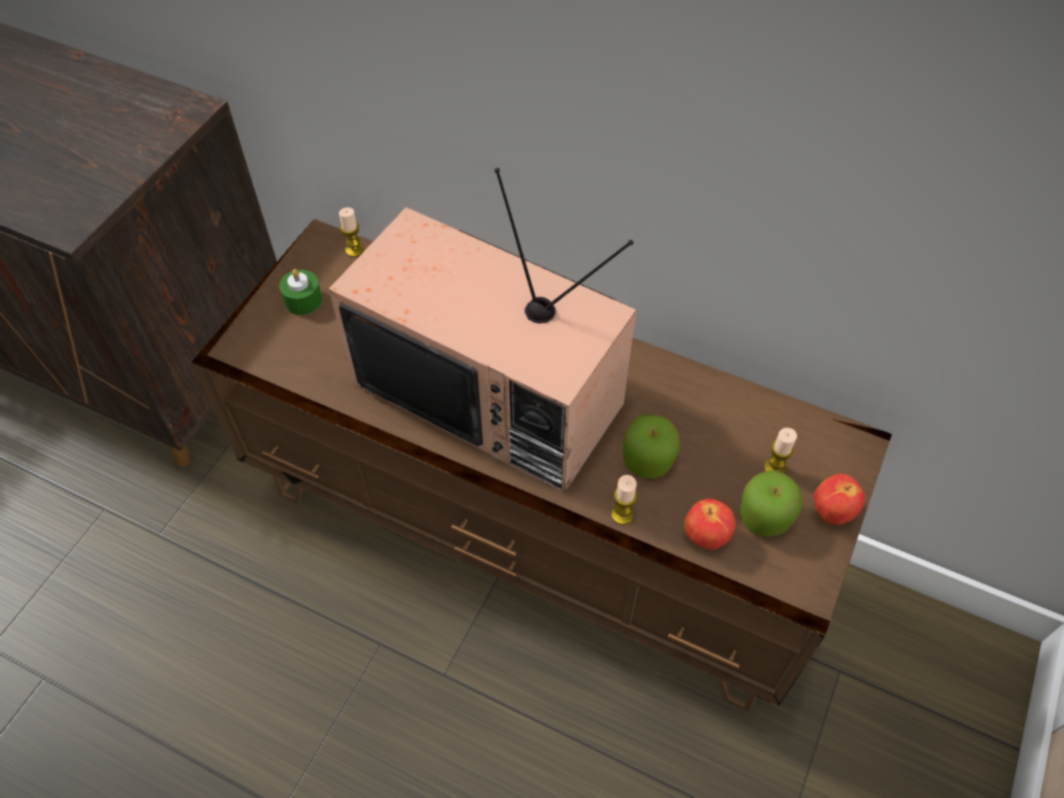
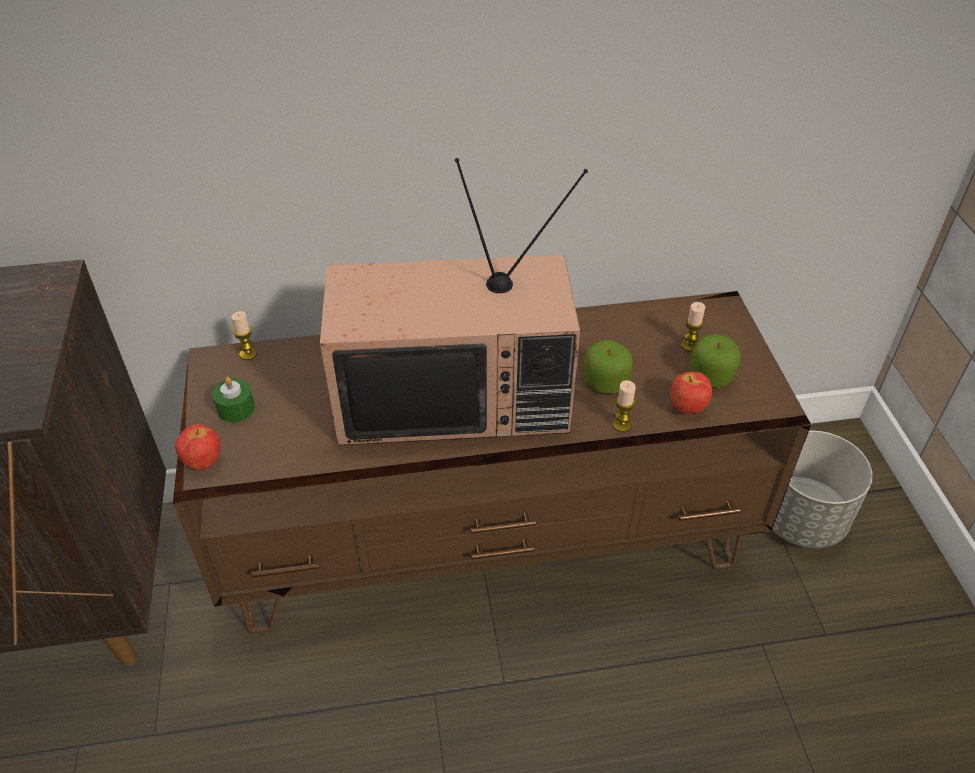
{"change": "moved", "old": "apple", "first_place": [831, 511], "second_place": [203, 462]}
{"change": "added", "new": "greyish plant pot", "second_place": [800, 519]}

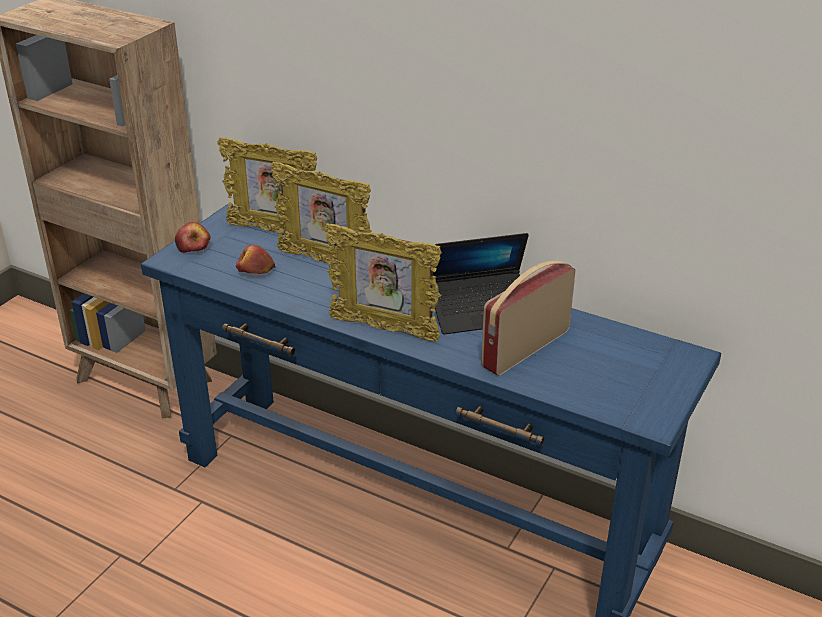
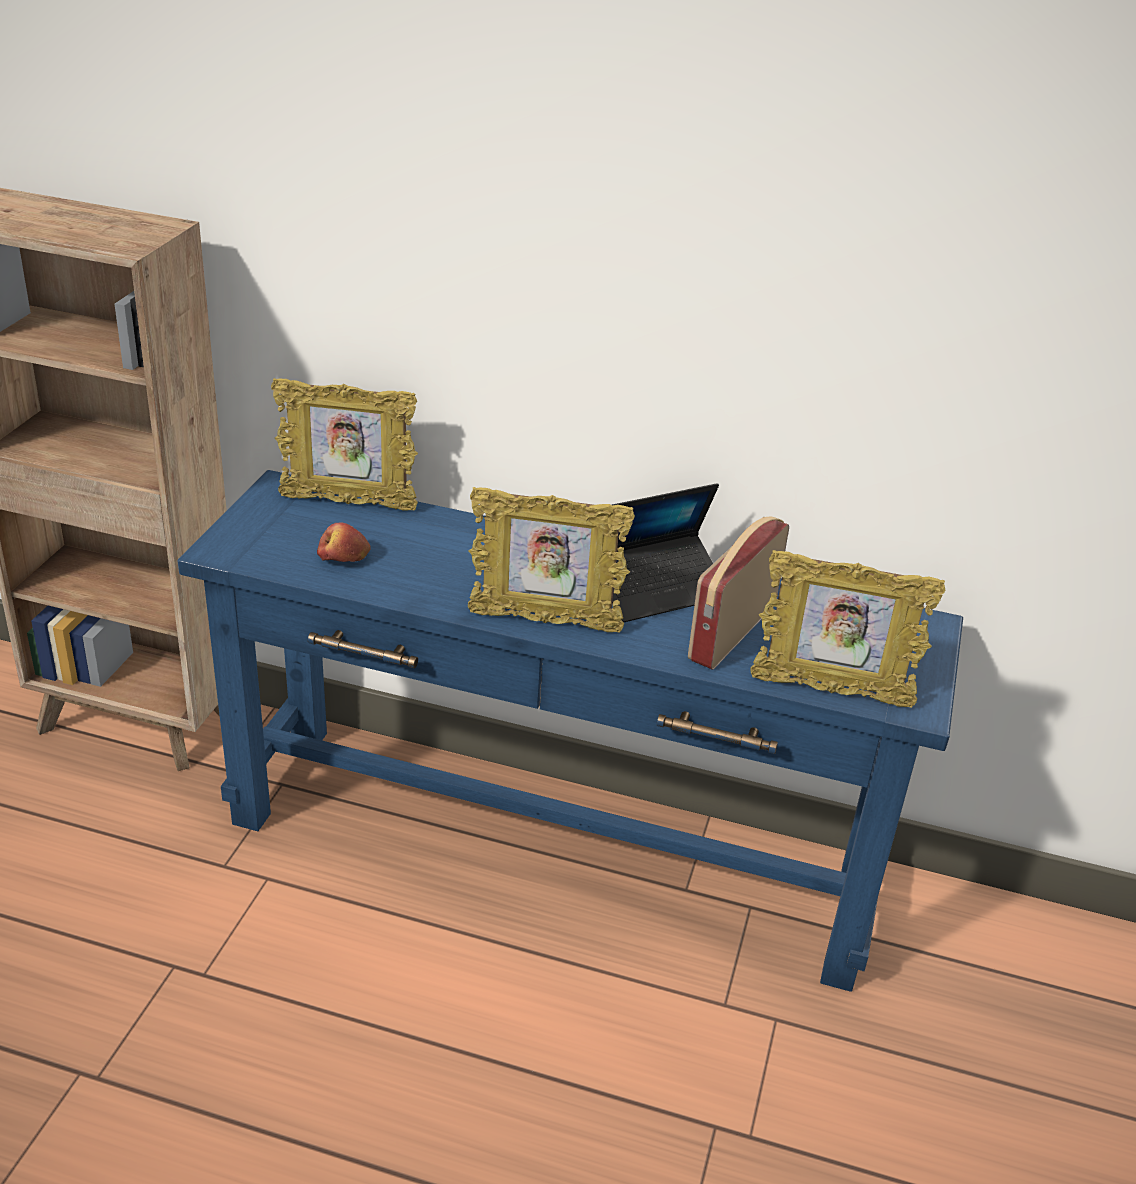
{"change": "removed", "old": "apple", "first_place": [193, 246]}
{"change": "moved", "old": "standing frame", "first_place": [325, 262], "second_place": [831, 691]}

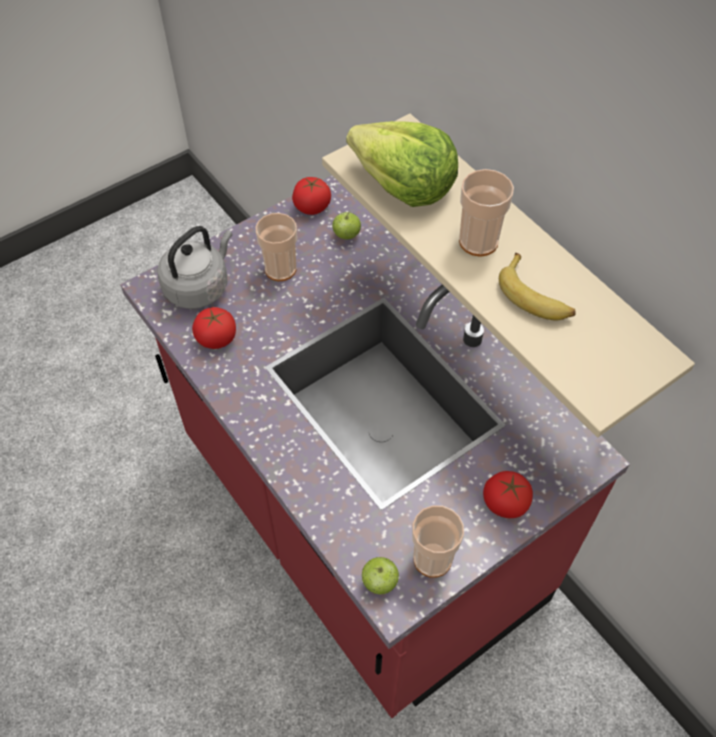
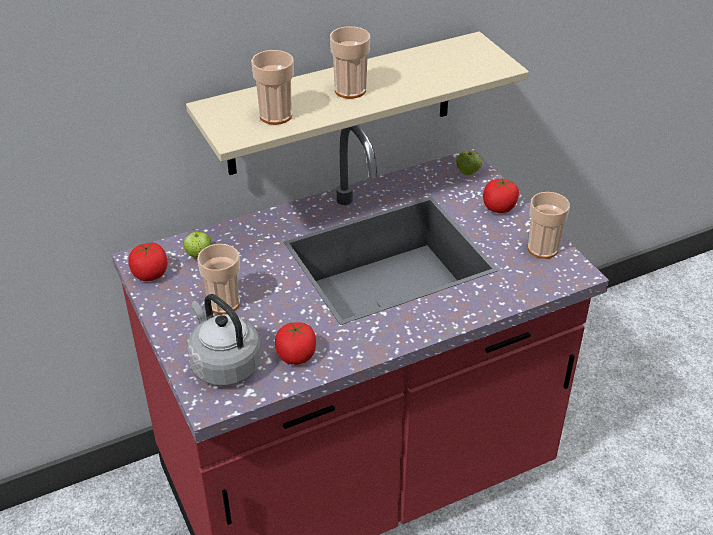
{"change": "replaced", "old": "lettuce", "new": "drinking cup", "first_place": [403, 186], "second_place": [275, 116]}
{"change": "moved", "old": "apple", "first_place": [379, 582], "second_place": [468, 172]}
{"change": "removed", "old": "whole banana", "first_place": [535, 297]}

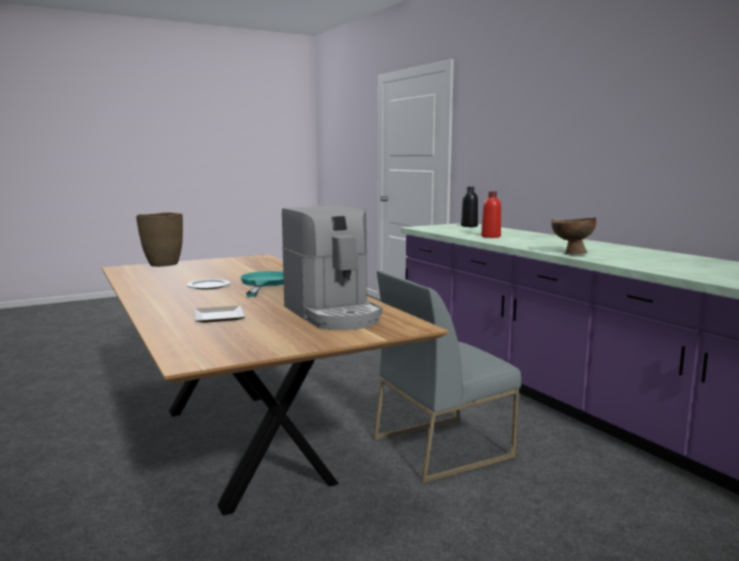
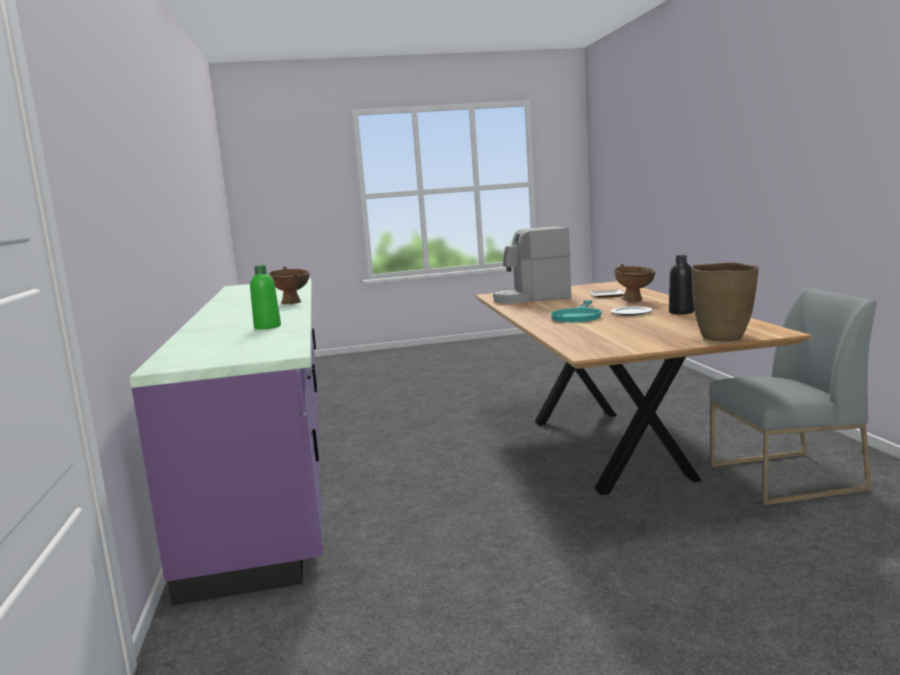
{"change": "turned", "old": "coffee brewer", "first_place": [333, 314], "second_place": [531, 298], "degrees": -90}
{"change": "moved", "old": "greyish chair", "first_place": [442, 447], "second_place": [785, 478]}
{"change": "moved", "old": "black-coloured drink bottle", "first_place": [469, 226], "second_place": [681, 312]}
{"change": "recoloured", "old": "reddish drink bottle", "new": "green-coloured drink bottle", "first_place": [490, 236], "second_place": [267, 327]}
{"change": "added", "new": "brown deep dish", "second_place": [635, 300]}

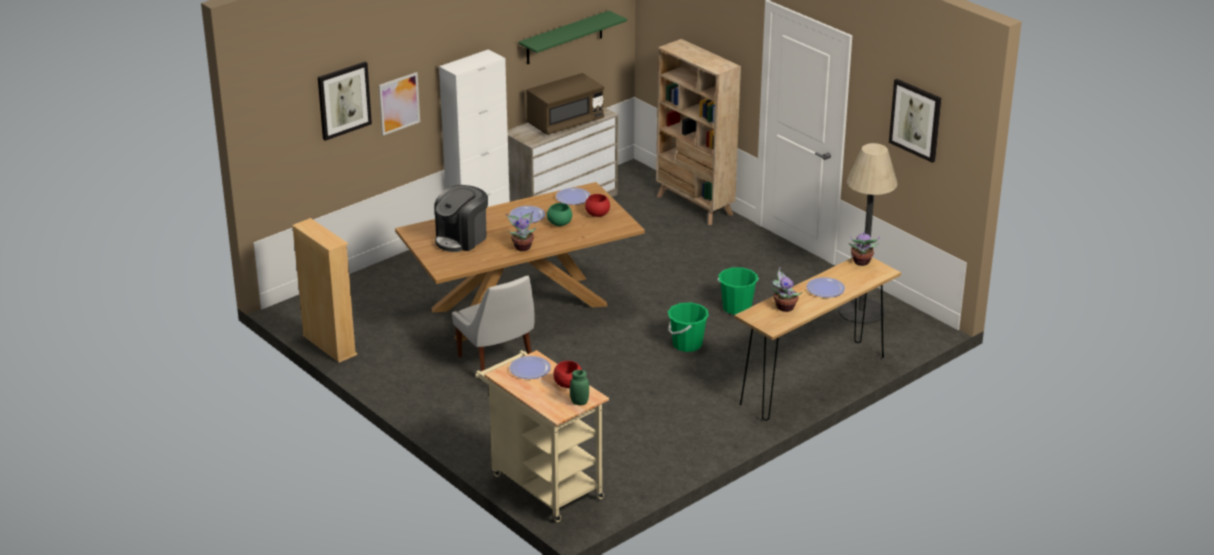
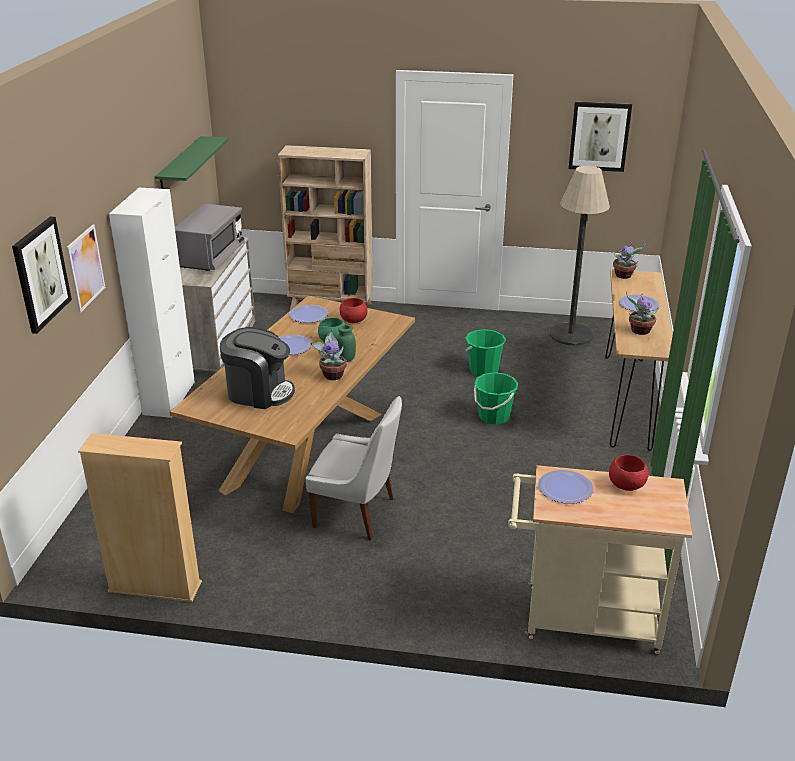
{"change": "turned", "old": "coffee brewer", "first_place": [461, 238], "second_place": [259, 392], "degrees": -75}
{"change": "recoloured", "old": "brown kitchen microwave", "new": "greyish kitchen microwave", "first_place": [565, 123], "second_place": [211, 257]}
{"change": "moved", "old": "green-coloured jar", "first_place": [579, 402], "second_place": [346, 359]}

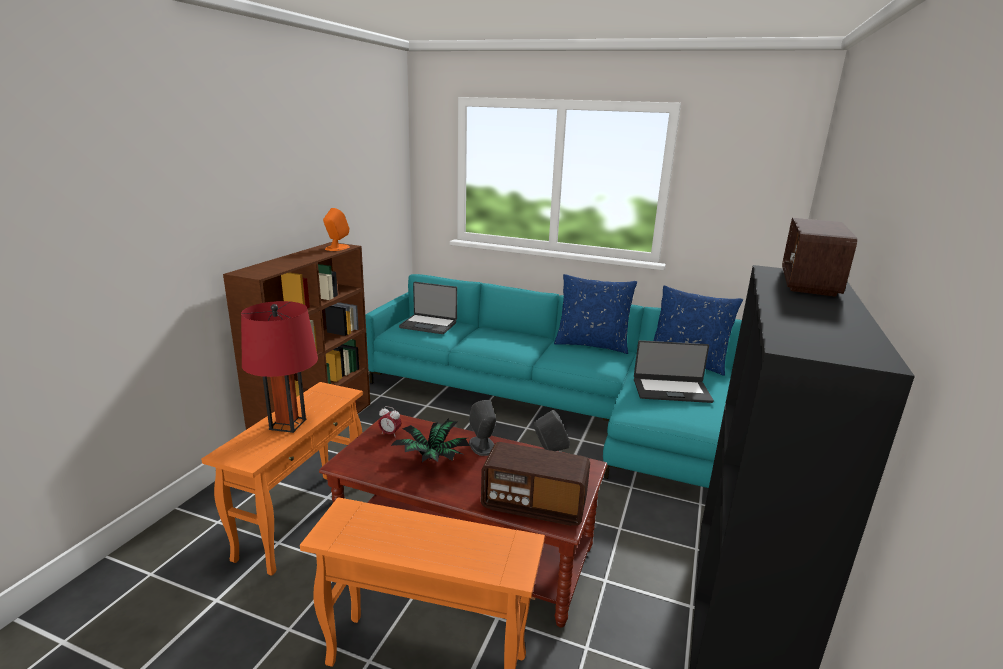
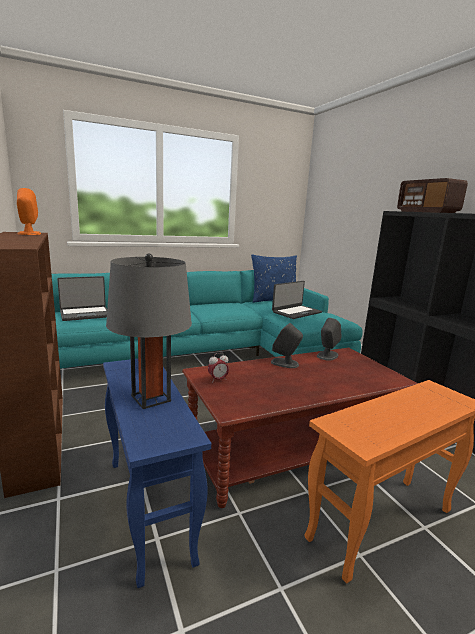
{"change": "recoloured", "old": "orangey end table", "new": "blue end table", "first_place": [302, 520], "second_place": [148, 508]}
{"change": "recoloured", "old": "reddish lamp for a table", "new": "greyish lamp for a table", "first_place": [288, 424], "second_place": [151, 398]}
{"change": "removed", "old": "plant in a pot", "first_place": [431, 459]}
{"change": "removed", "old": "radio receiver", "first_place": [534, 506]}
{"change": "removed", "old": "blue pillow", "first_place": [591, 344]}

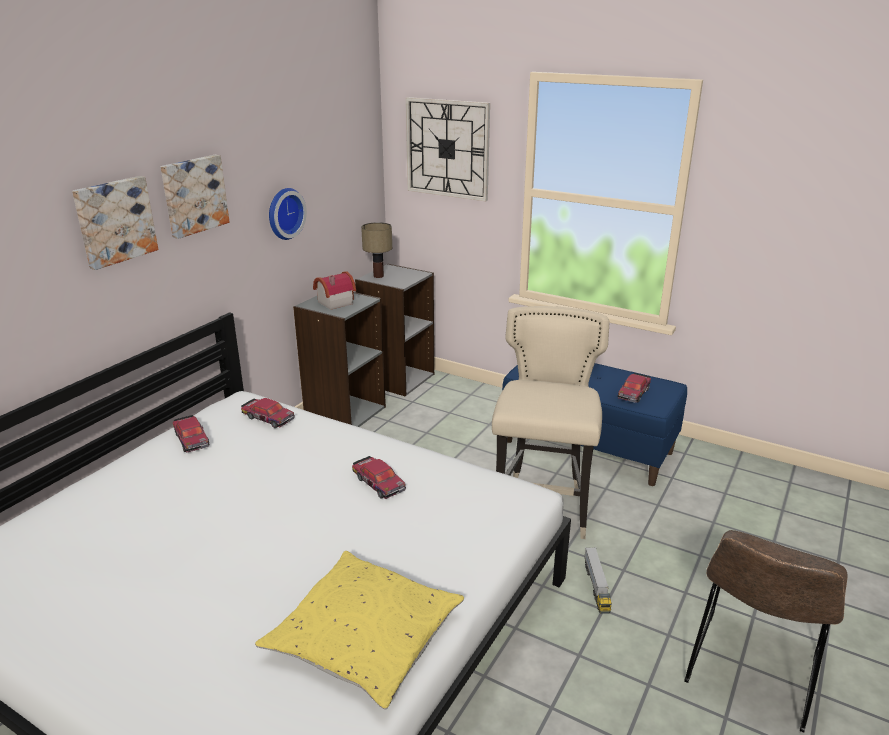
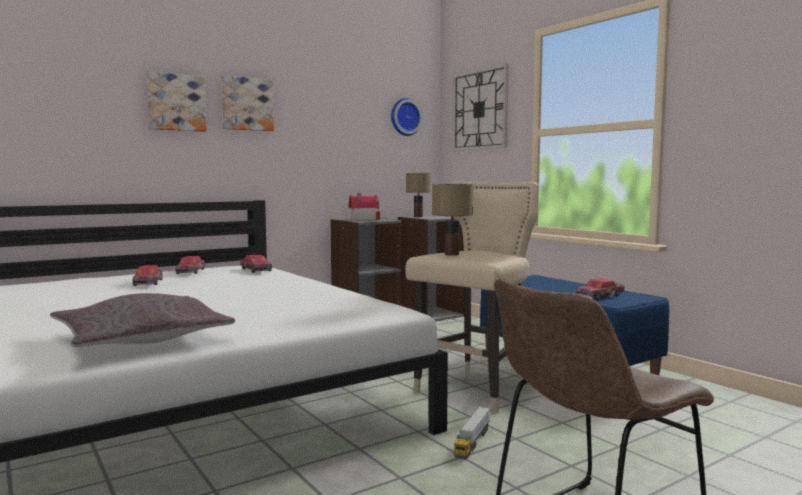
{"change": "recoloured", "old": "yellowish pillow", "new": "greyish pillow", "first_place": [364, 637], "second_place": [141, 339]}
{"change": "moved", "old": "clock on the wall", "first_place": [283, 213], "second_place": [404, 117]}
{"change": "moved", "old": "model car", "first_place": [379, 482], "second_place": [148, 282]}
{"change": "added", "new": "lamp for a table", "second_place": [452, 254]}

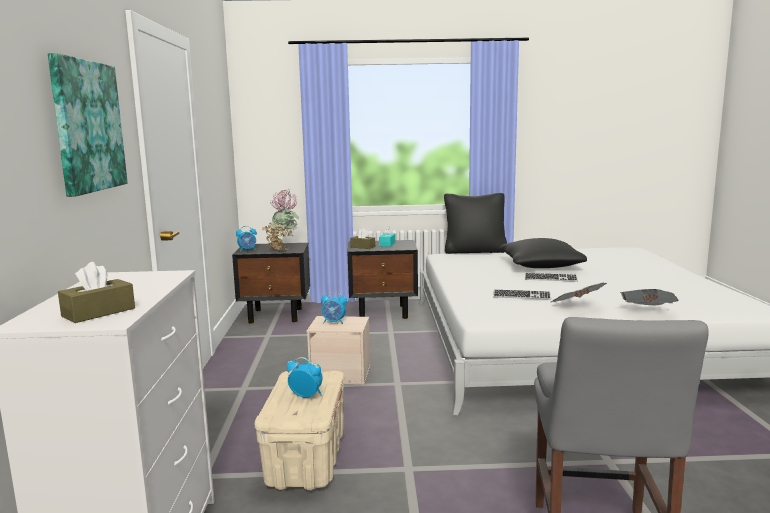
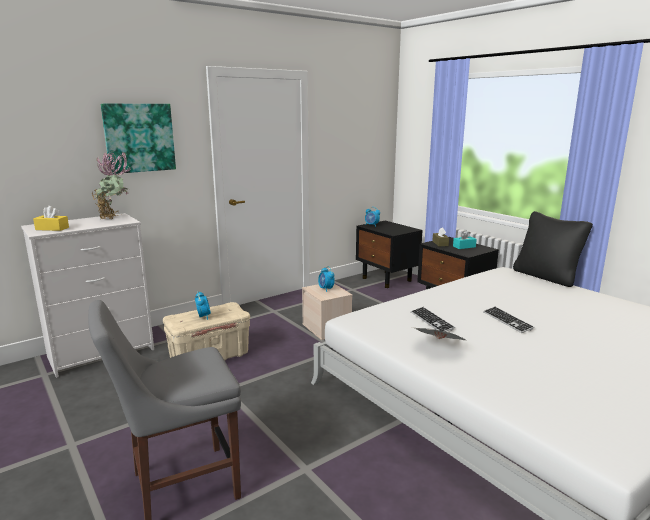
{"change": "recoloured", "old": "brown tissue holder", "new": "yellowish tissue holder", "first_place": [99, 312], "second_place": [52, 228]}
{"change": "moved", "old": "plant in a pot", "first_place": [282, 249], "second_place": [115, 218]}
{"change": "removed", "old": "black-coloured pillow", "first_place": [540, 266]}
{"change": "removed", "old": "daily paper", "first_place": [647, 312]}

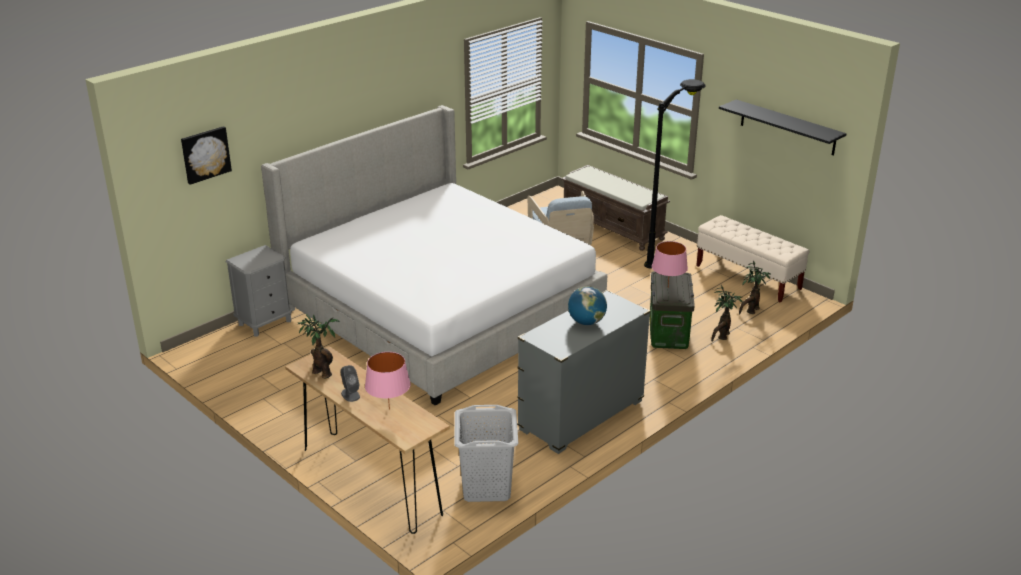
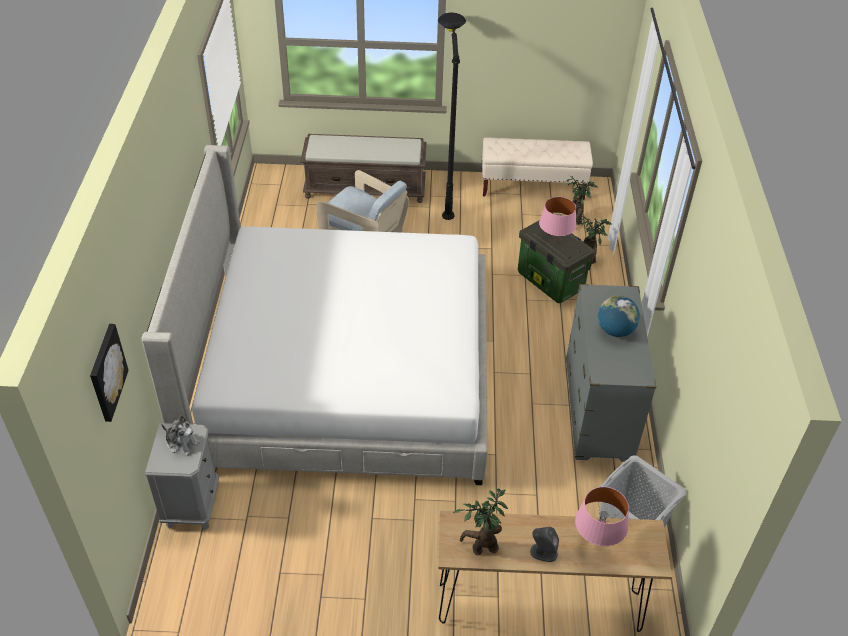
{"change": "removed", "old": "black-coloured shelf", "first_place": [787, 127]}
{"change": "added", "new": "soft toy", "second_place": [182, 443]}

